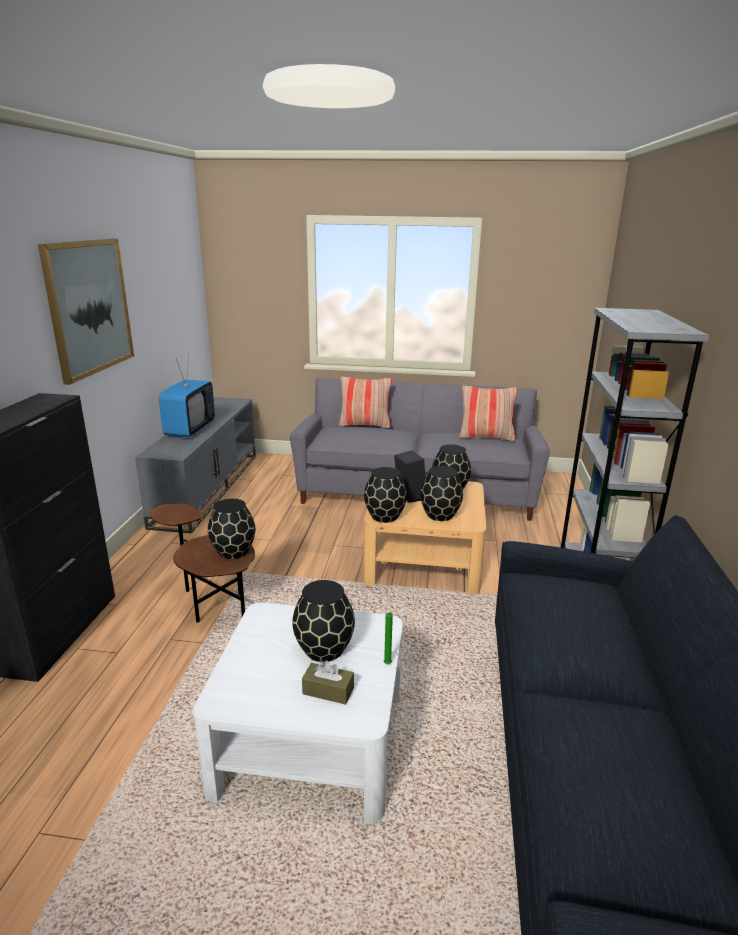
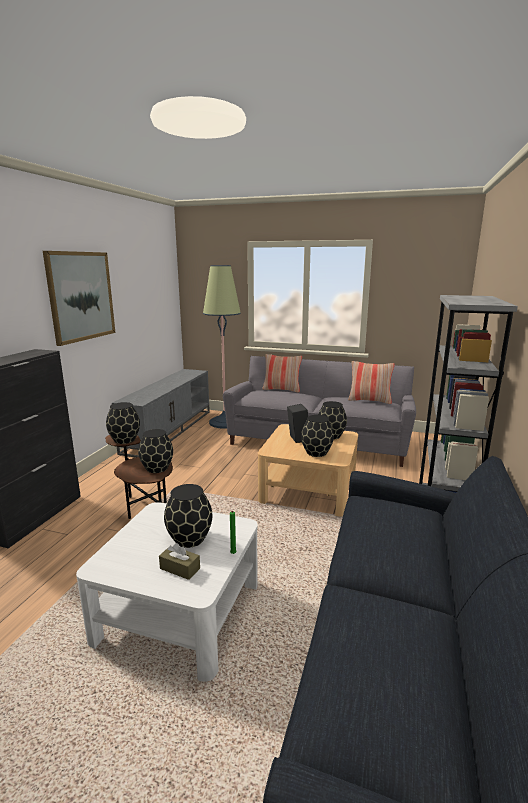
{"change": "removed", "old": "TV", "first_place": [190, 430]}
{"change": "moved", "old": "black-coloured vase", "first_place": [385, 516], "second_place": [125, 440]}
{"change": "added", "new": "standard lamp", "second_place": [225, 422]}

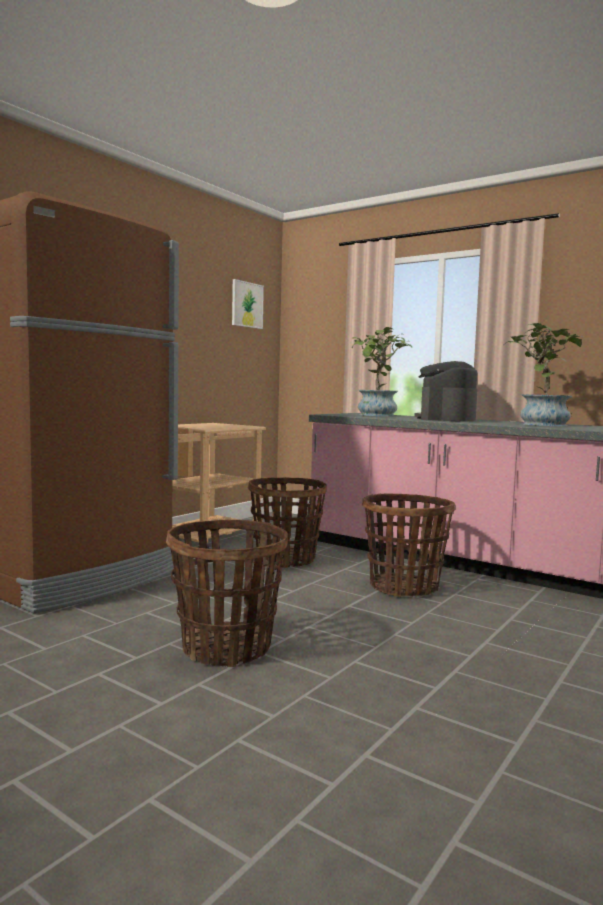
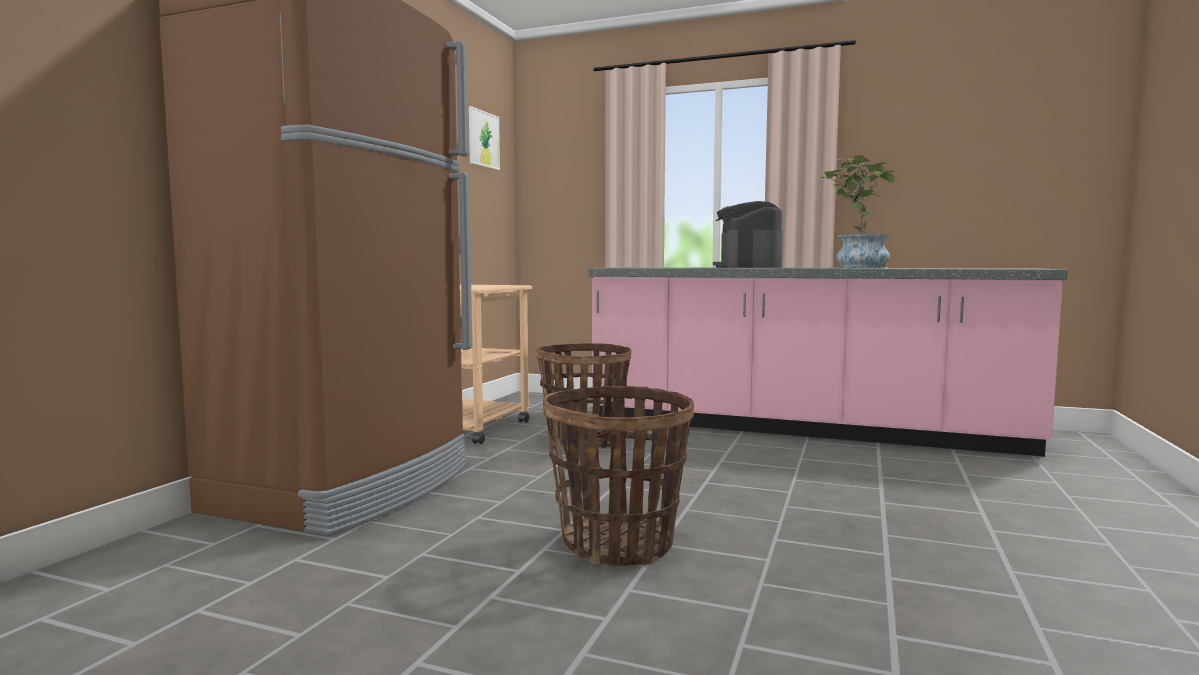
{"change": "removed", "old": "plant in a pot", "first_place": [377, 415]}
{"change": "removed", "old": "storage basket", "first_place": [404, 587]}

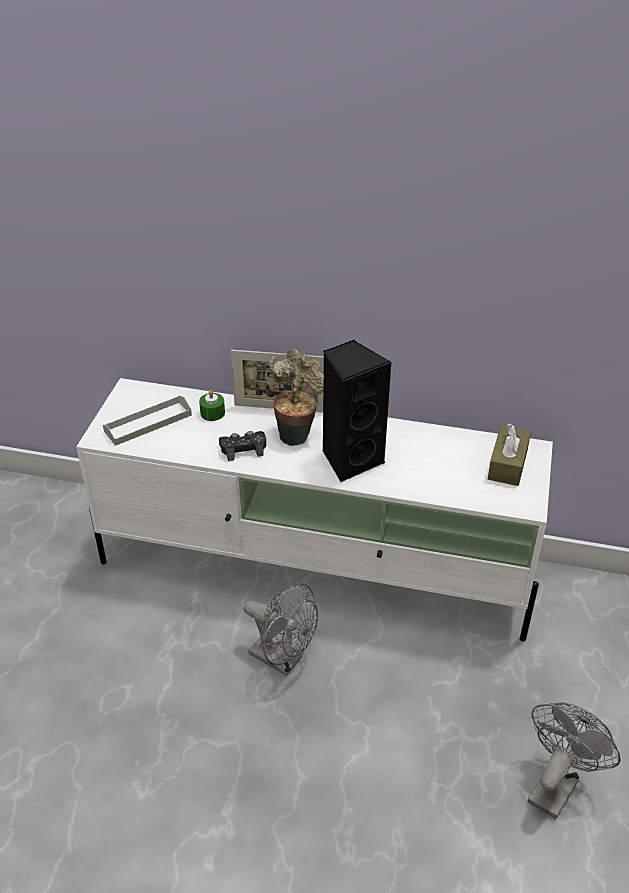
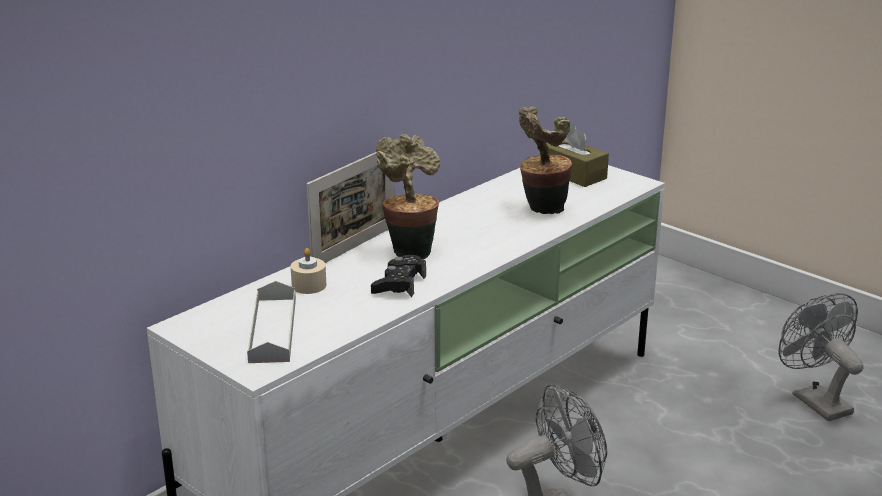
{"change": "recoloured", "old": "green-coloured wax light", "new": "beige-coloured wax light", "first_place": [212, 413], "second_place": [309, 285]}
{"change": "removed", "old": "black-coloured audio speaker", "first_place": [350, 459]}
{"change": "added", "new": "plant in a pot", "second_place": [542, 210]}

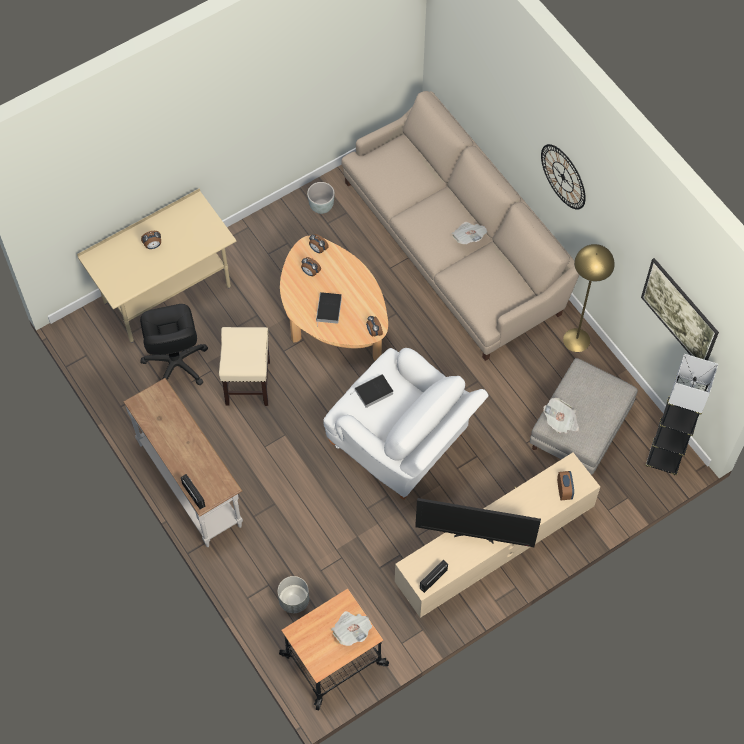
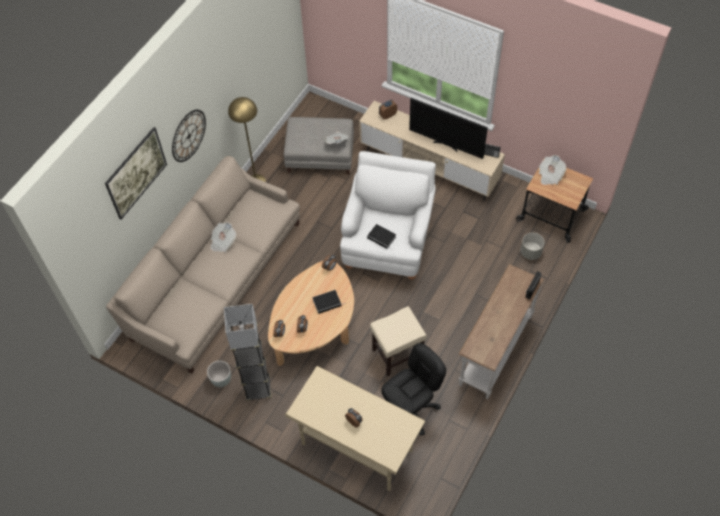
{"change": "turned", "old": "TV", "first_place": [474, 536], "second_place": [446, 145], "degrees": 135}
{"change": "moved", "old": "wall art", "first_place": [676, 322], "second_place": [139, 182]}
{"change": "moved", "old": "greyish standard lamp", "first_place": [664, 458], "second_place": [258, 388]}

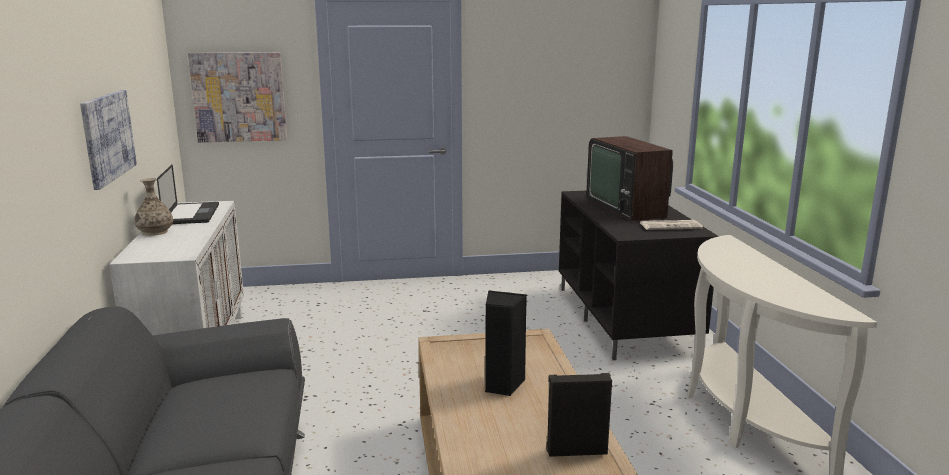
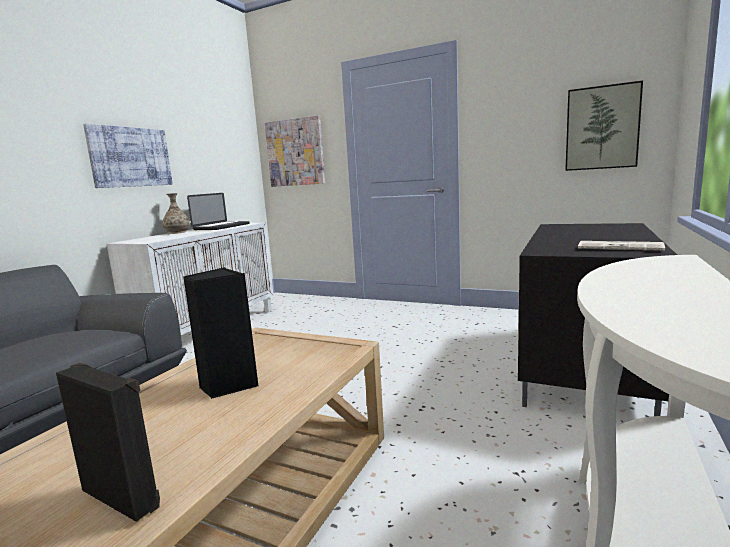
{"change": "removed", "old": "TV", "first_place": [629, 207]}
{"change": "added", "new": "wall art", "second_place": [602, 128]}

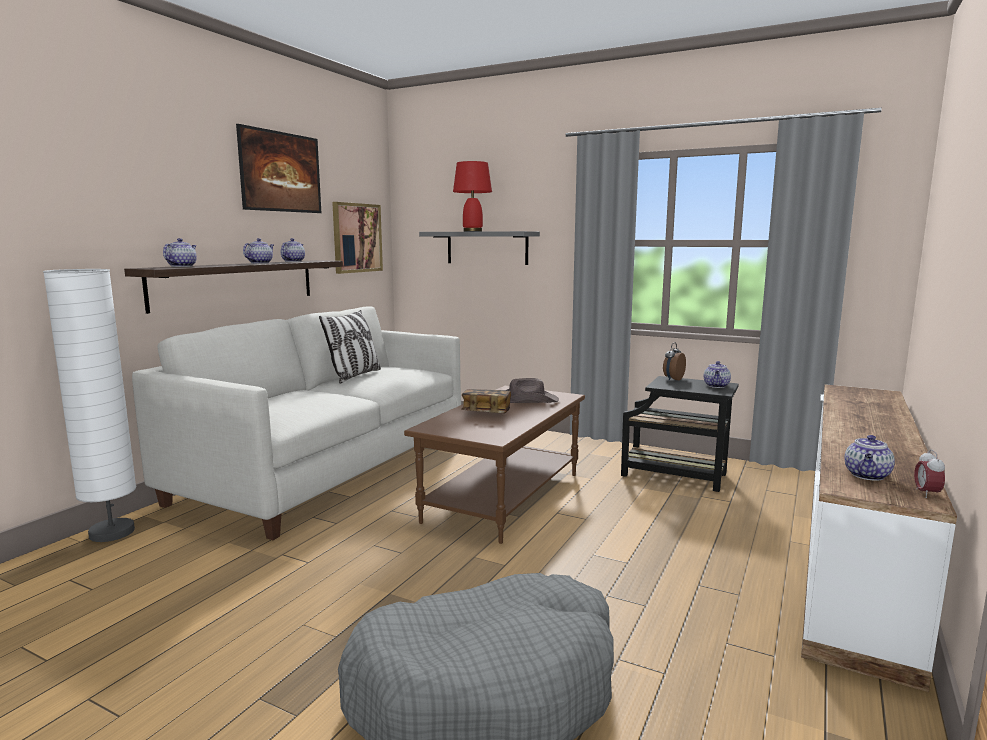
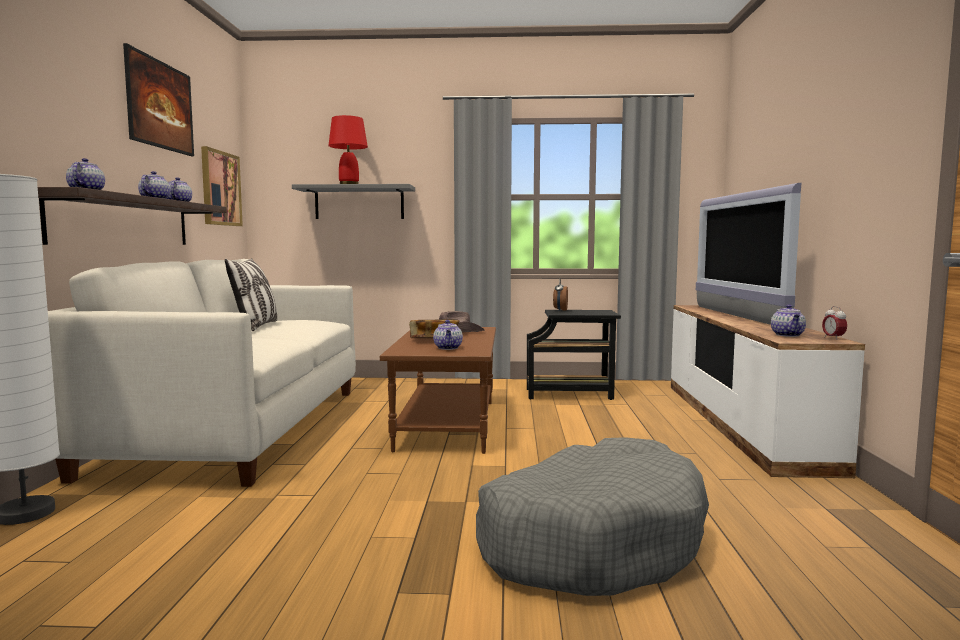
{"change": "moved", "old": "teapot", "first_place": [716, 386], "second_place": [448, 348]}
{"change": "added", "new": "TV", "second_place": [736, 316]}

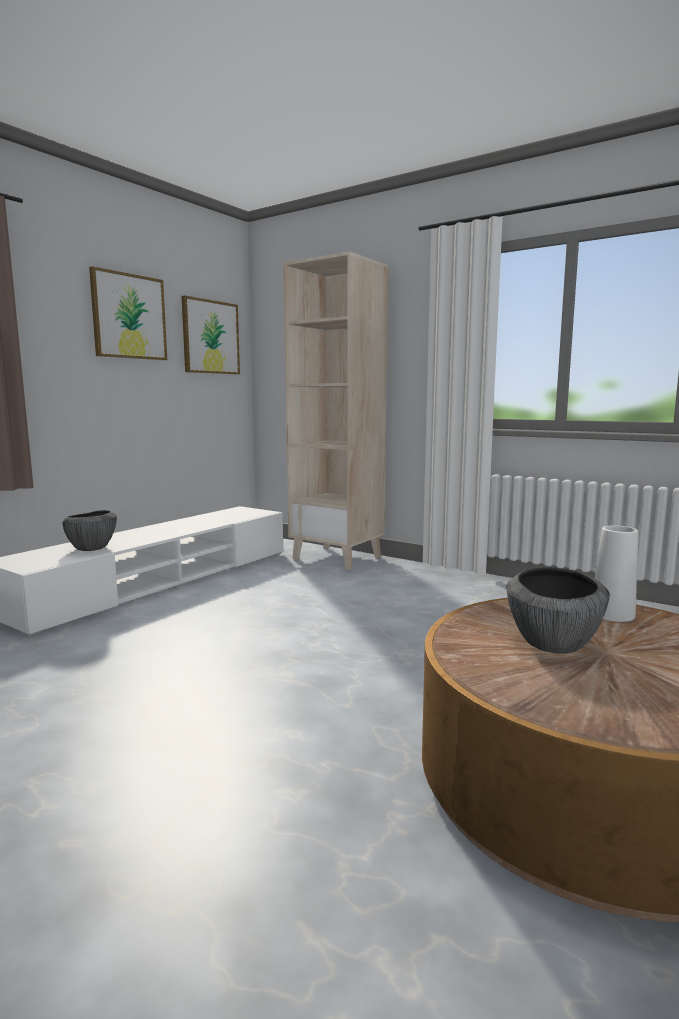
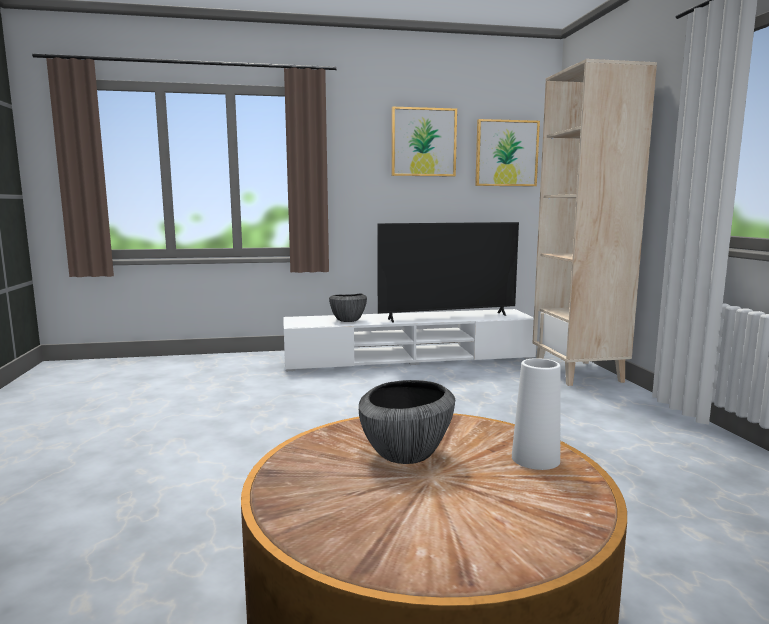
{"change": "added", "new": "TV", "second_place": [447, 317]}

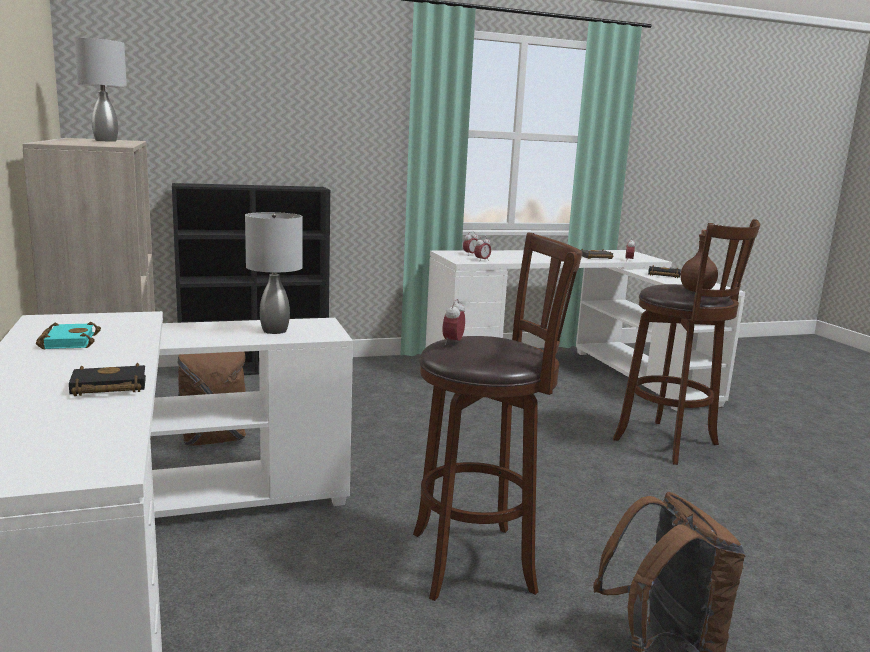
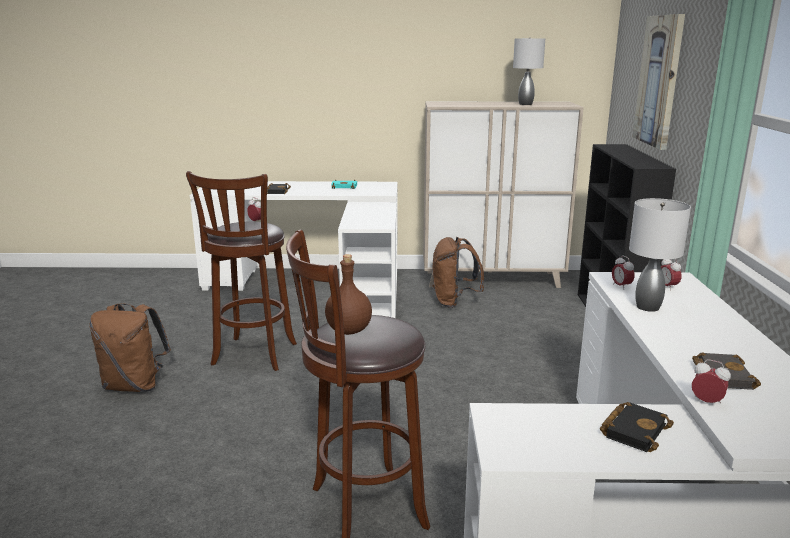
{"change": "moved", "old": "greyish lamp for a table", "first_place": [274, 330], "second_place": [648, 307]}
{"change": "added", "new": "wall art", "second_place": [659, 81]}

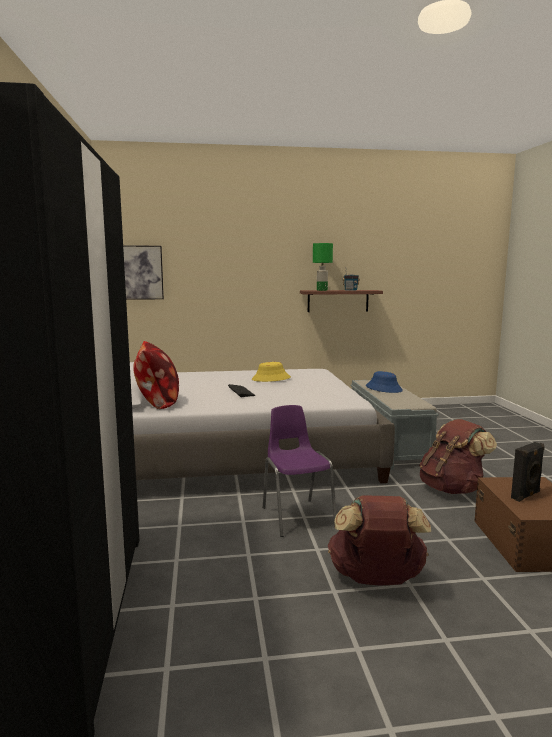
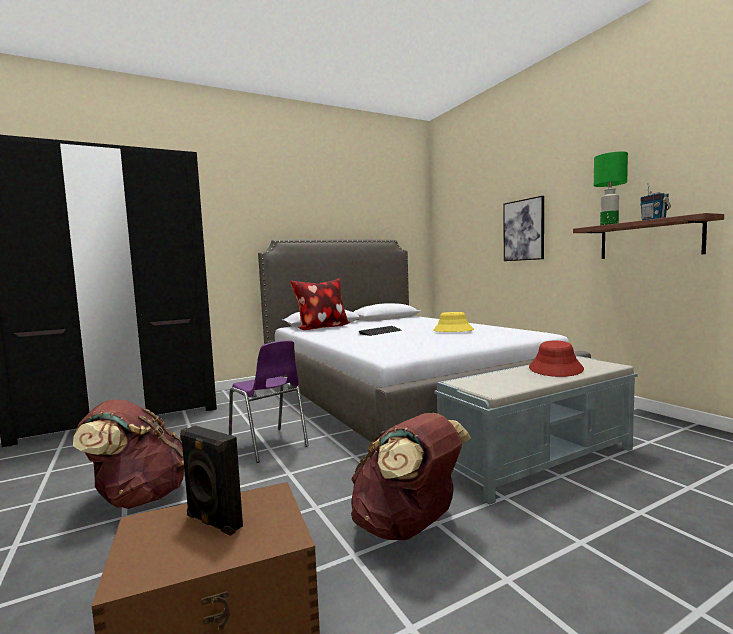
{"change": "moved", "old": "wall art", "first_place": [140, 272], "second_place": [523, 230]}
{"change": "turned", "old": "purple-coloured chair", "first_place": [297, 516], "second_place": [269, 445], "degrees": 90}
{"change": "recoloured", "old": "blue hat", "new": "reddish hat", "first_place": [384, 388], "second_place": [556, 369]}

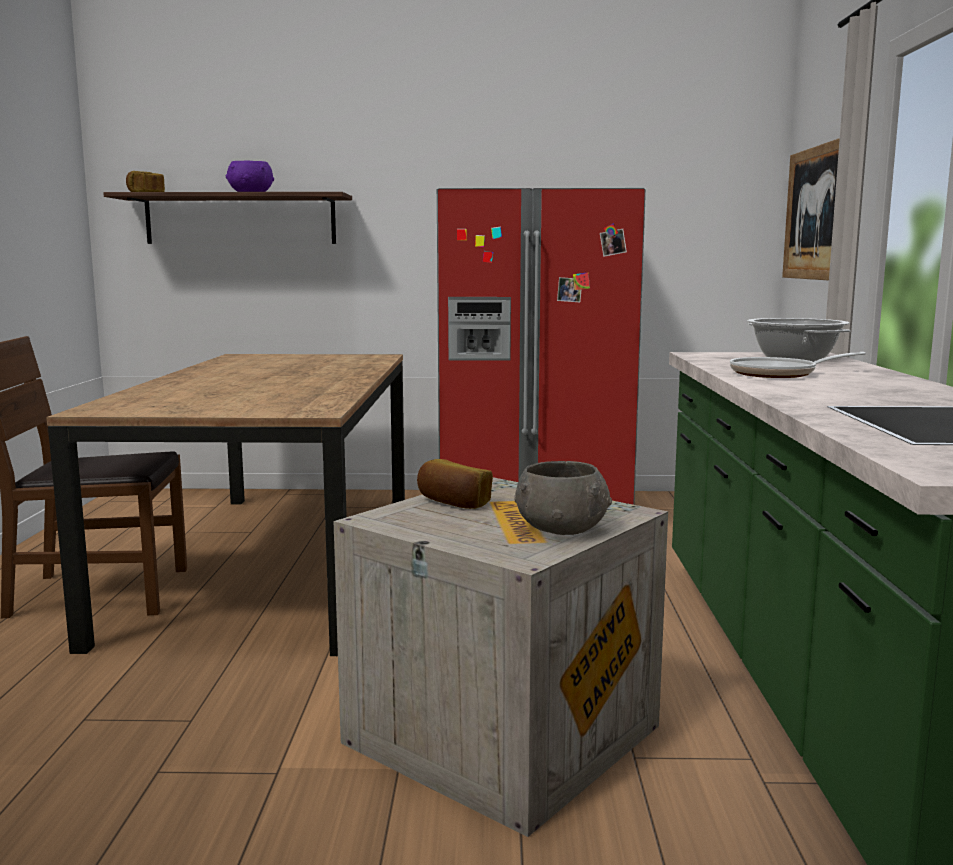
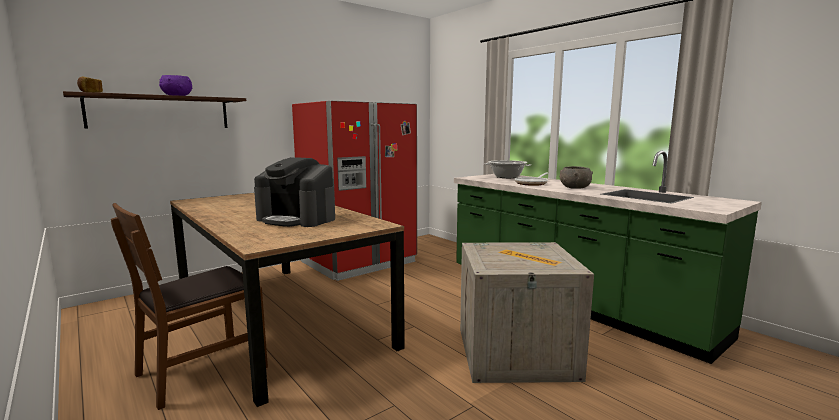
{"change": "removed", "old": "baked bread", "first_place": [453, 502]}
{"change": "moved", "old": "greyish deep dish", "first_place": [561, 529], "second_place": [574, 188]}
{"change": "removed", "old": "wall art", "first_place": [816, 213]}
{"change": "added", "new": "coffee brewer", "second_place": [297, 219]}

